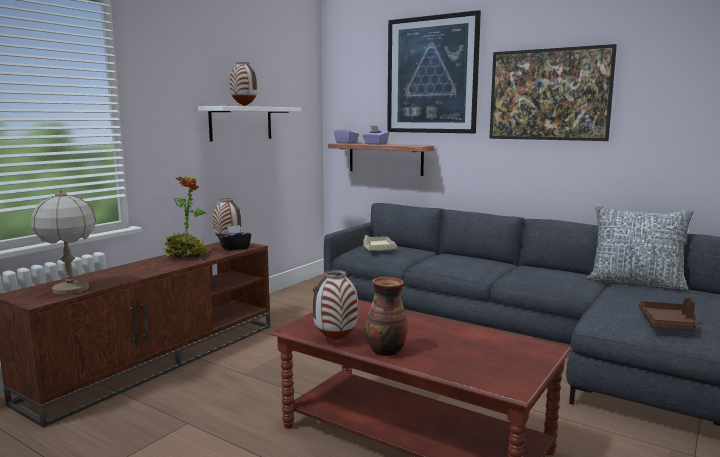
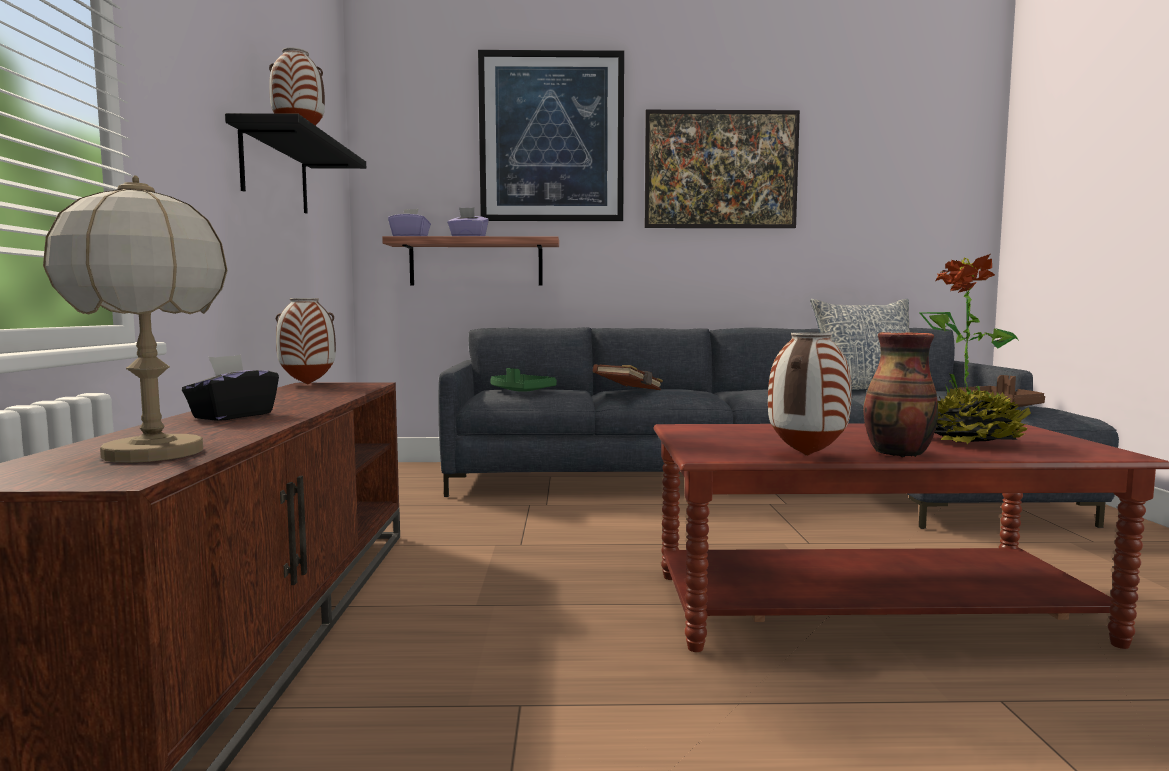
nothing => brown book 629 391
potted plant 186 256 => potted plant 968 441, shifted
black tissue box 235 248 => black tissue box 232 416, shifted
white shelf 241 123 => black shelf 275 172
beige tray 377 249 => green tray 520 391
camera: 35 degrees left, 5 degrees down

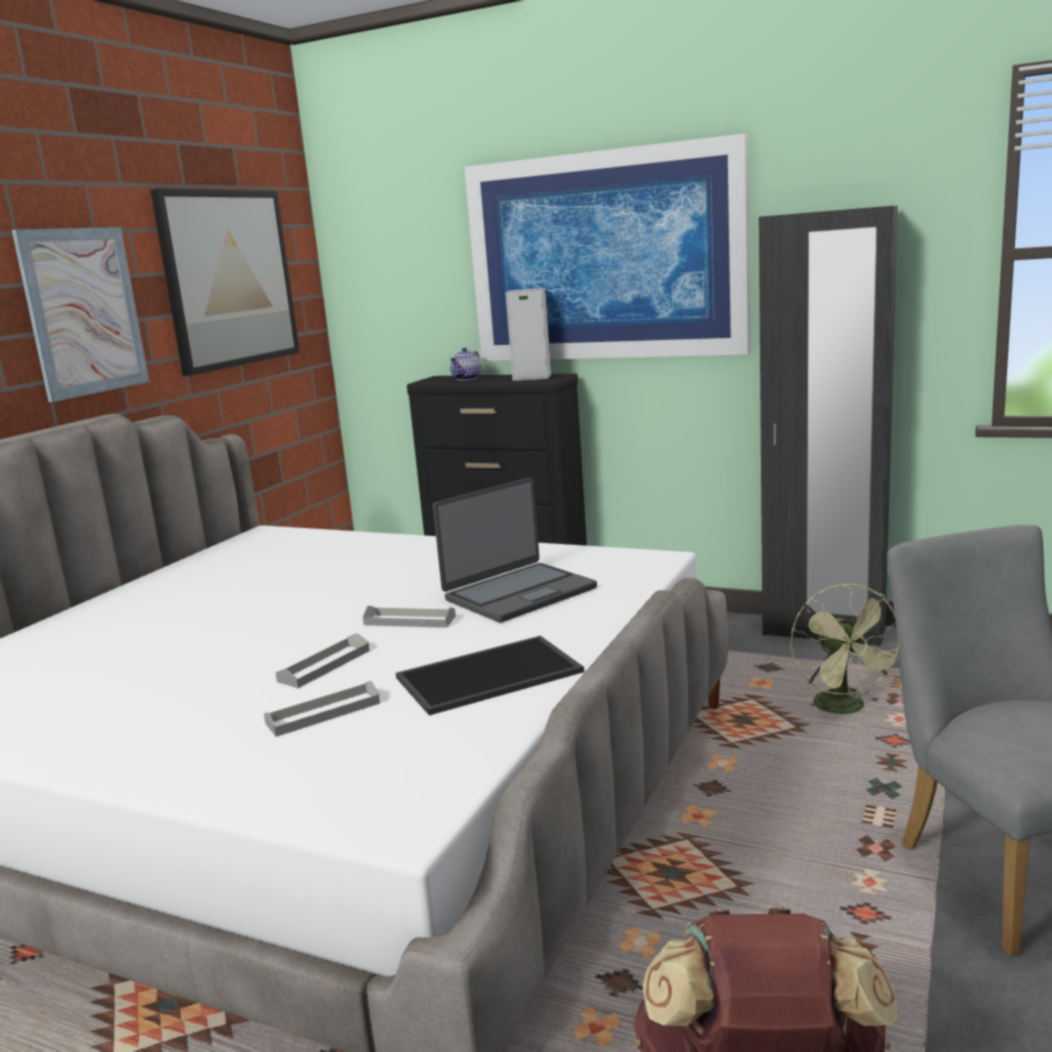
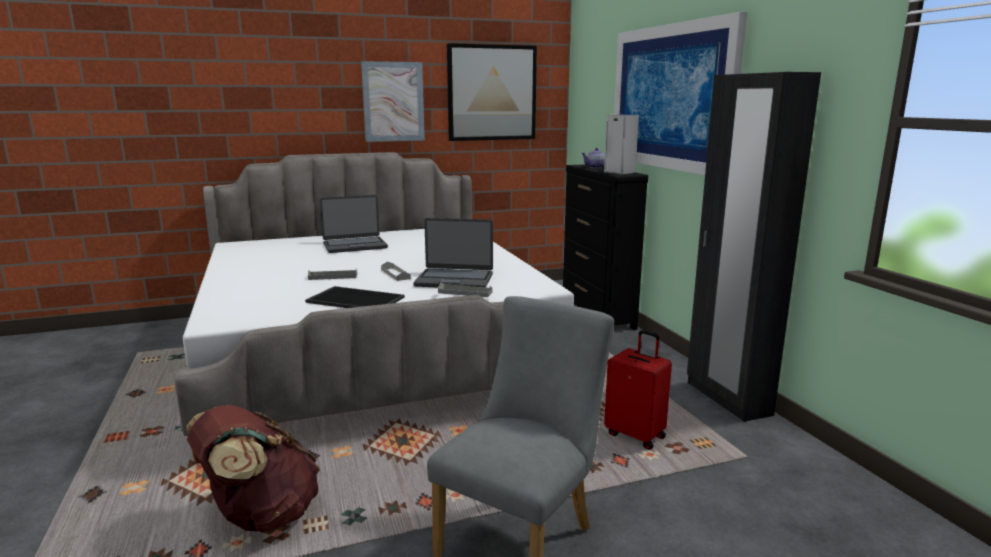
nothing => laptop 355 246
grey tray 323 713 => grey tray 465 292, shifted
green fan 845 709 => red suitcase 636 435
camera: 45 degrees right, 0 degrees up

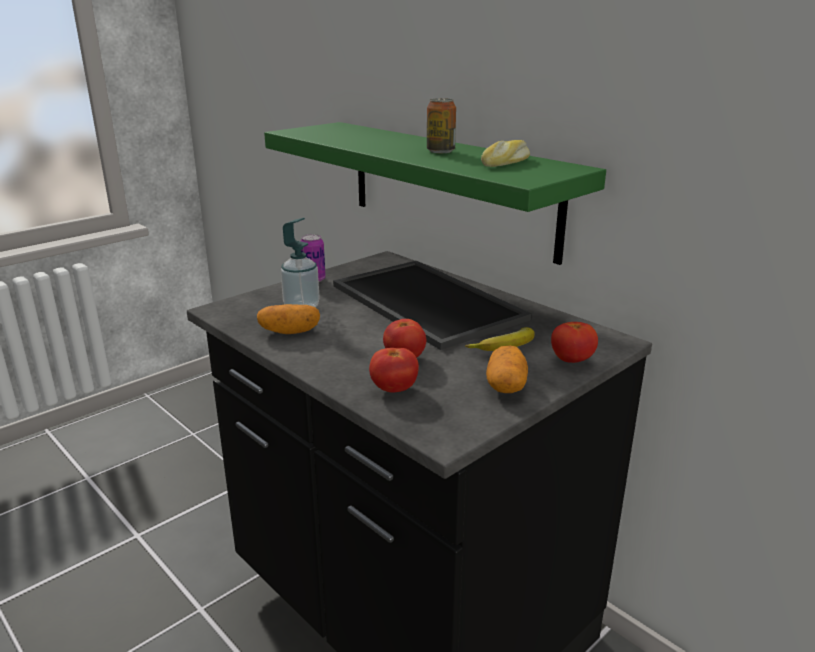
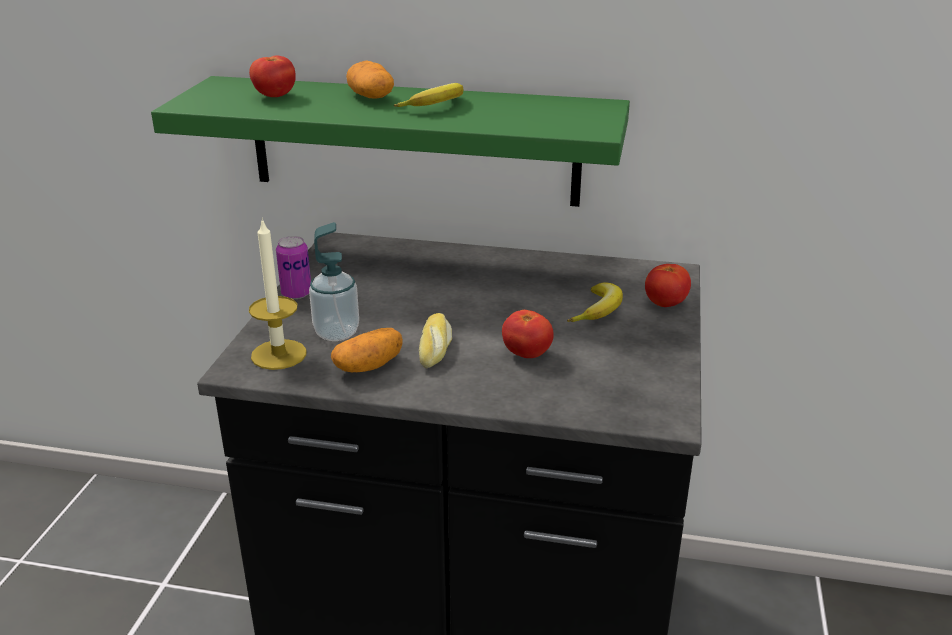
tray 430 302 => nothing
nothing => candle 279 354
tomato 394 389 => tomato 274 96, shifted
bread 507 162 => bread 436 348, shifted
potato 506 385 => potato 370 97, shifted
can 440 151 => banana 436 105
camera: 35 degrees left, 5 degrees up

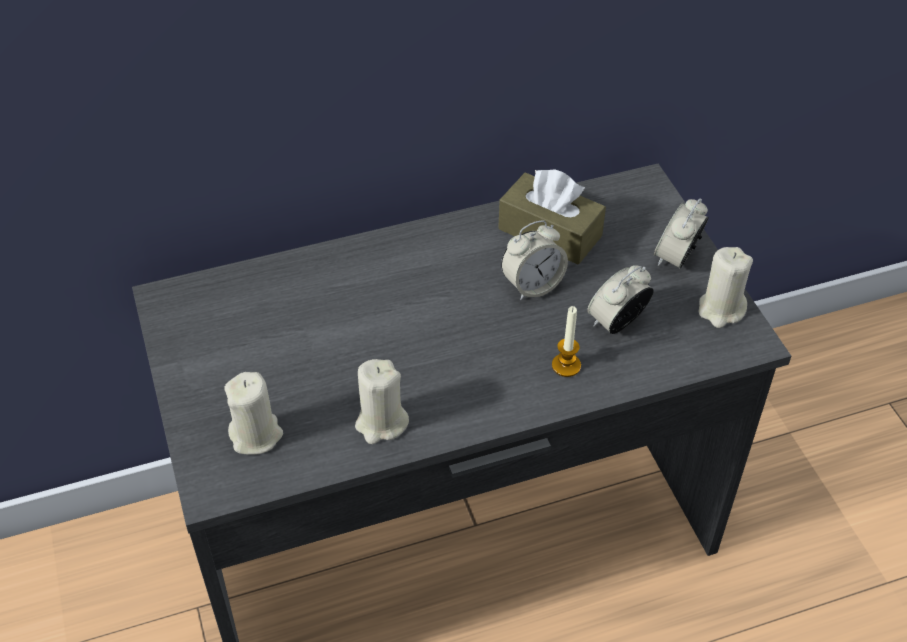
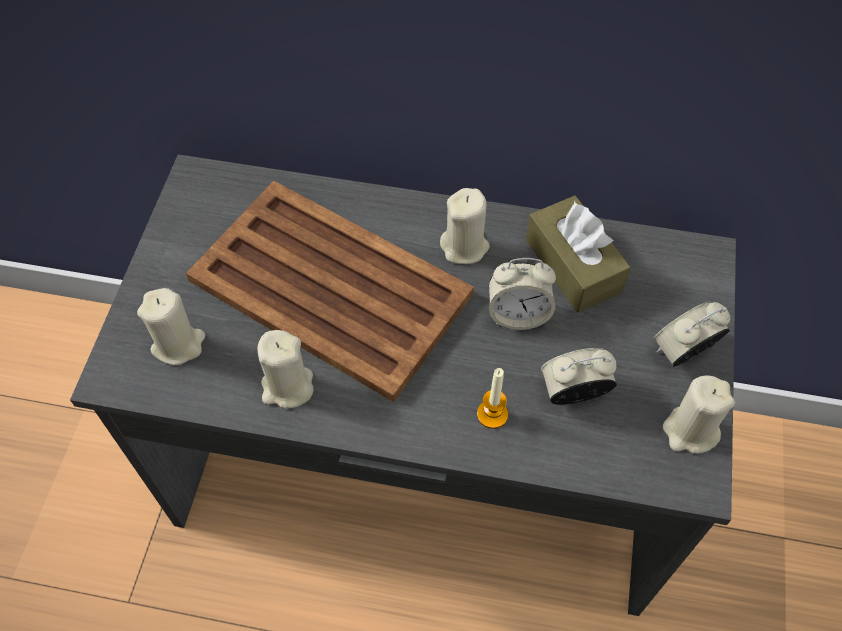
nothing => brown tray 328 286
nothing => beige candle 464 246
camera: 30 degrees right, 10 degrees up

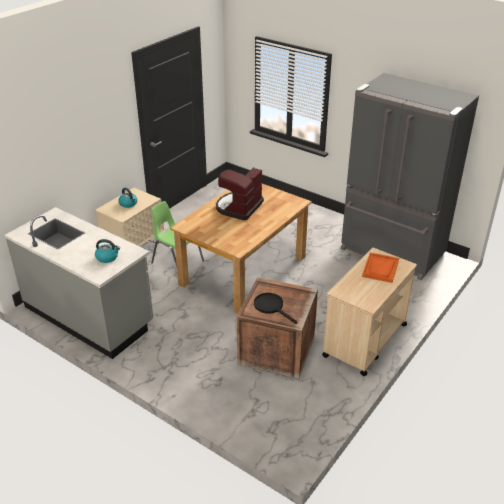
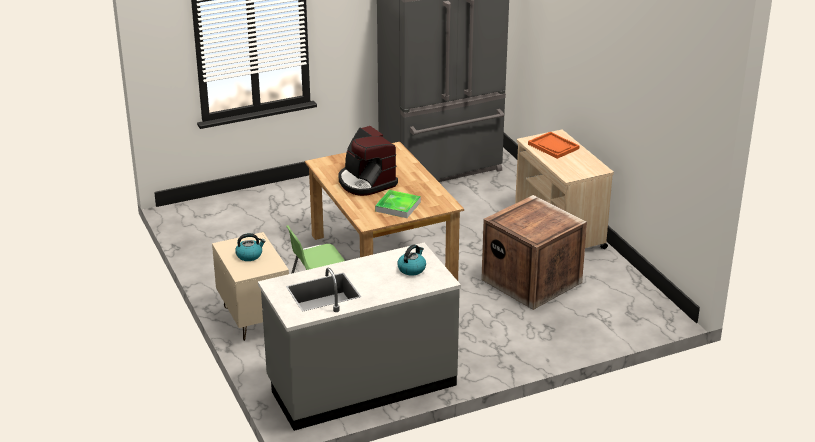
black frying pan 271 307 => nothing
nothing => tray 398 206
camera: 60 degrees left, 5 degrees down

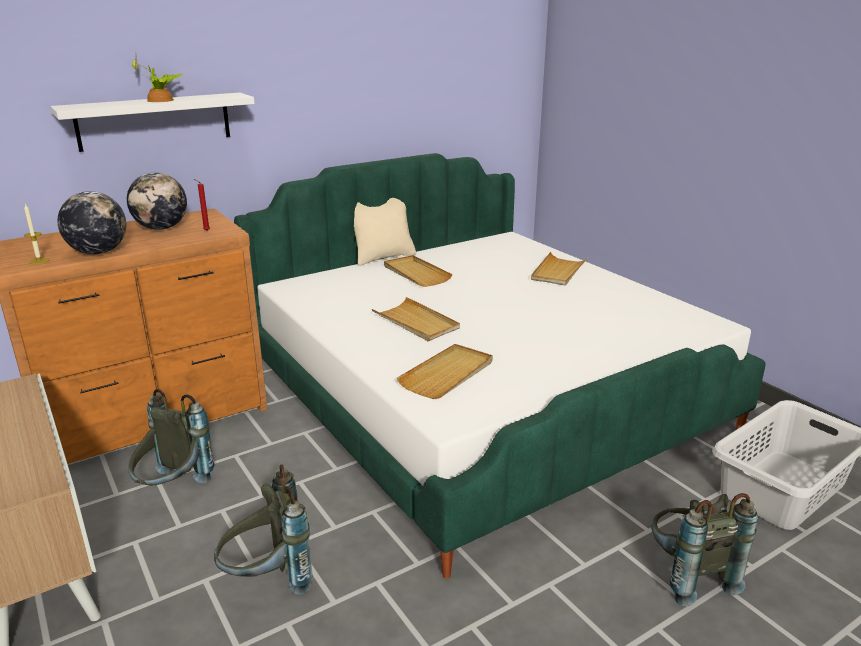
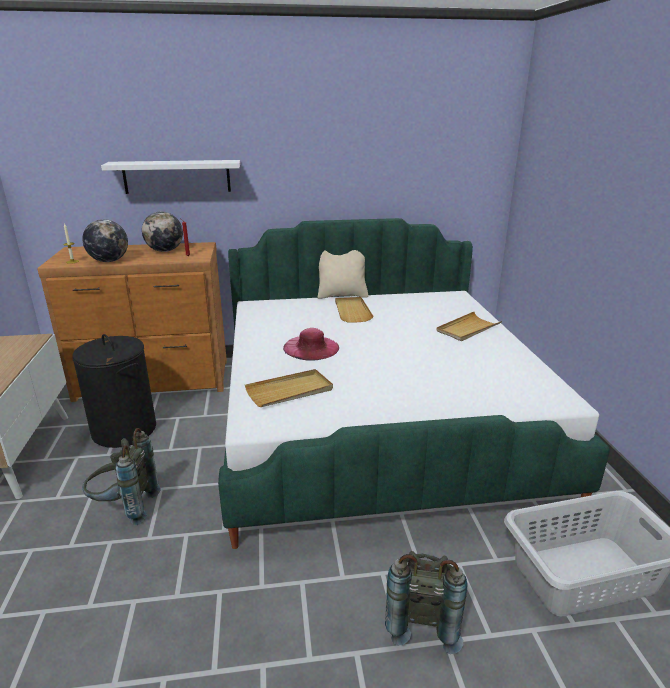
potted plant 161 100 => nothing
grey backpack 173 489 => black laundry basket 125 430
beige tray 416 322 => pink hat 311 347
camera: 25 degrees right, 0 degrees up

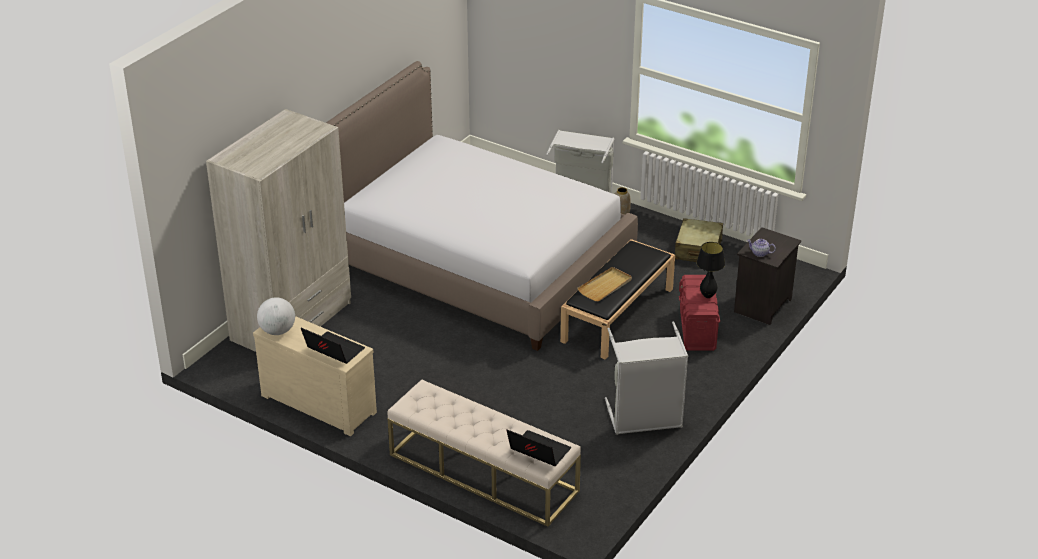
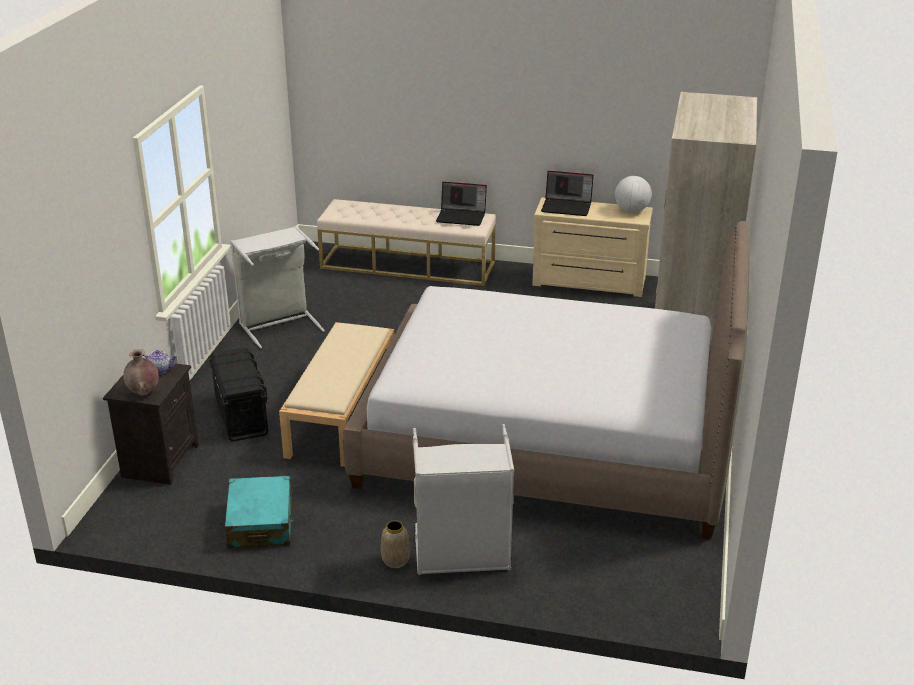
beige tray 605 286 => nothing
black table lamp 708 296 => nothing
nothing => brown vase 144 393
laptop 537 452 => laptop 462 216, shifted
black bench 617 314 => beige bench 343 413
beige suitcase 698 250 => turquoise suitcase 260 523
red storage box 697 330 => black storage box 241 415
camera: 160 degrees right, 5 degrees down

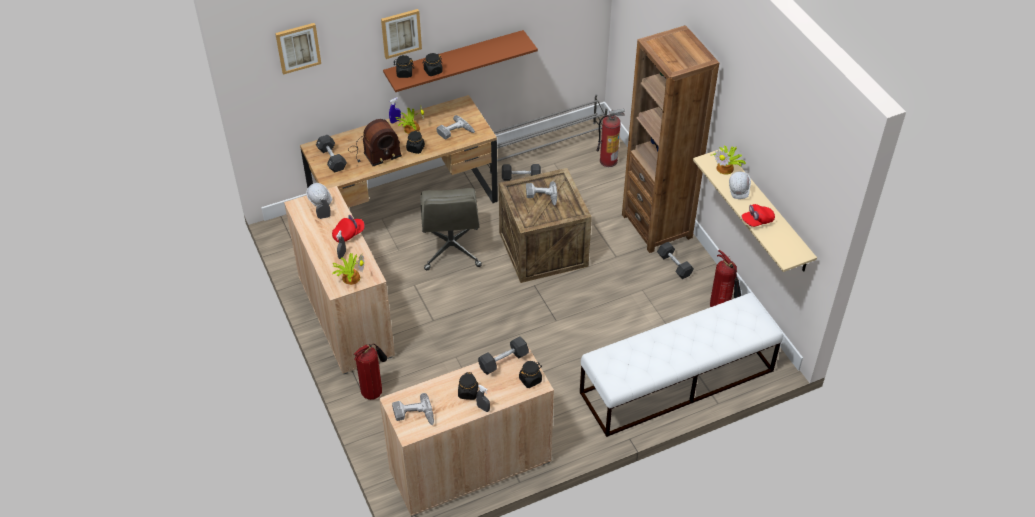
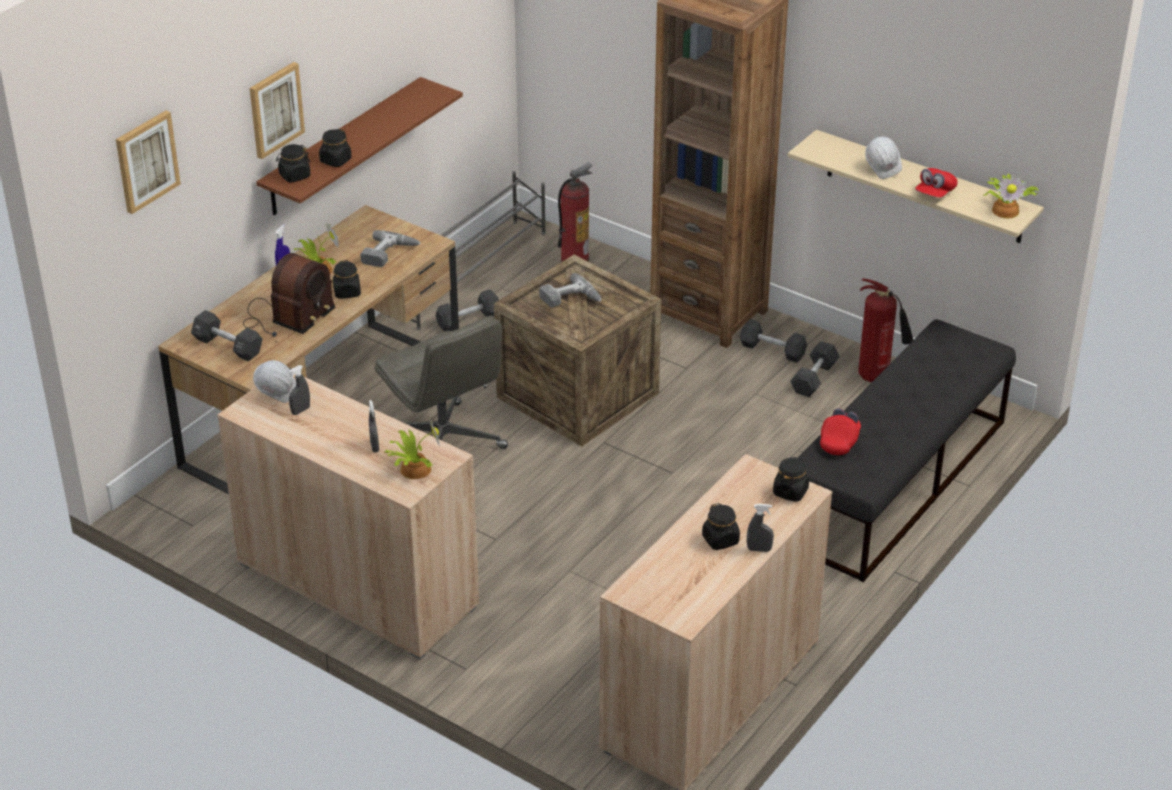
fire extinguisher 373 391 => nothing
power drill 414 415 => nothing
red cap 349 234 => red cap 839 441, shifted
black dumbbell 503 361 => black dumbbell 814 378, shifted
potted plant 726 168 => potted plant 1006 210, shifted
white bench 676 382 => black bench 895 482
camera: 30 degrees left, 10 degrees down

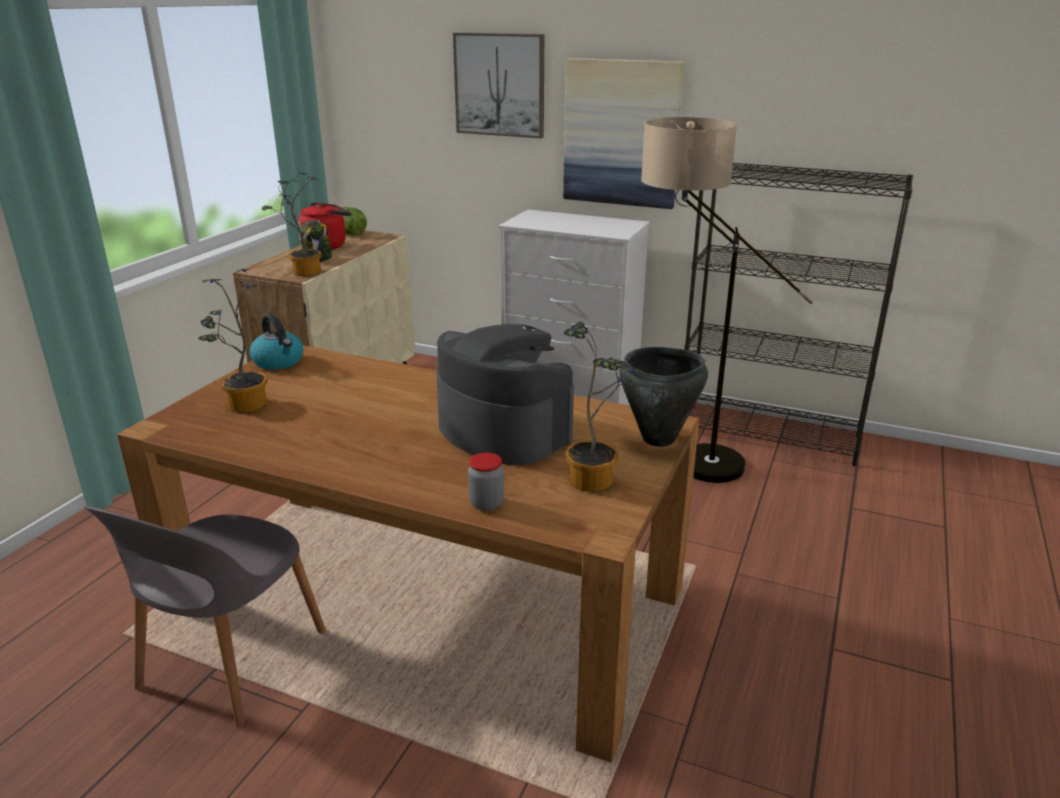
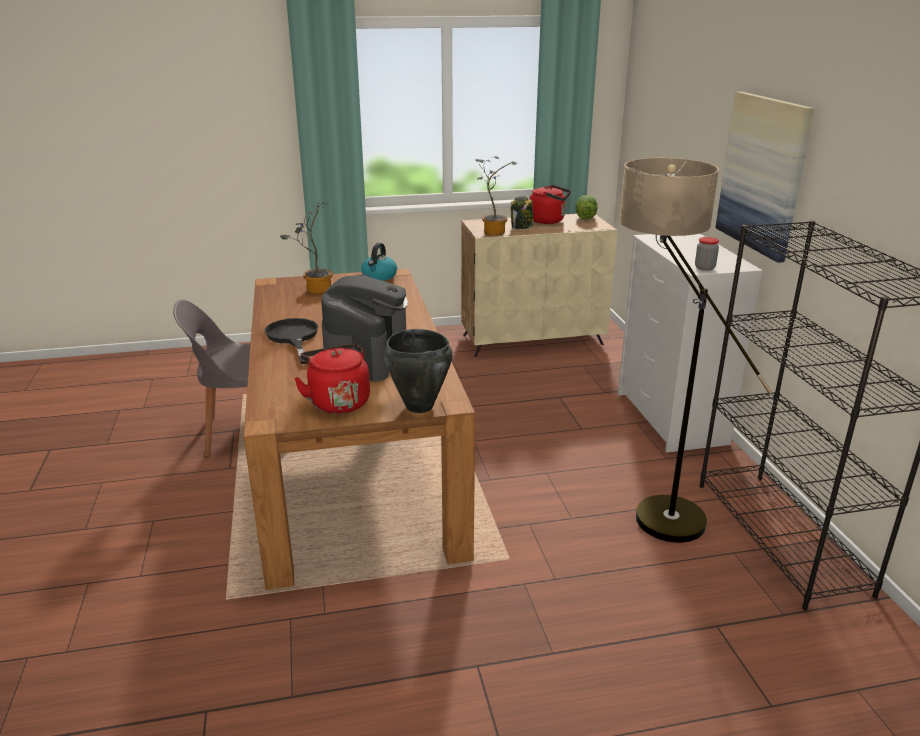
picture 500 85 => nothing
nothing => black frying pan 293 338
jar 486 503 => jar 704 268, shifted
potted plant 596 478 => red kettle 338 401
camera: 55 degrees right, 0 degrees up

